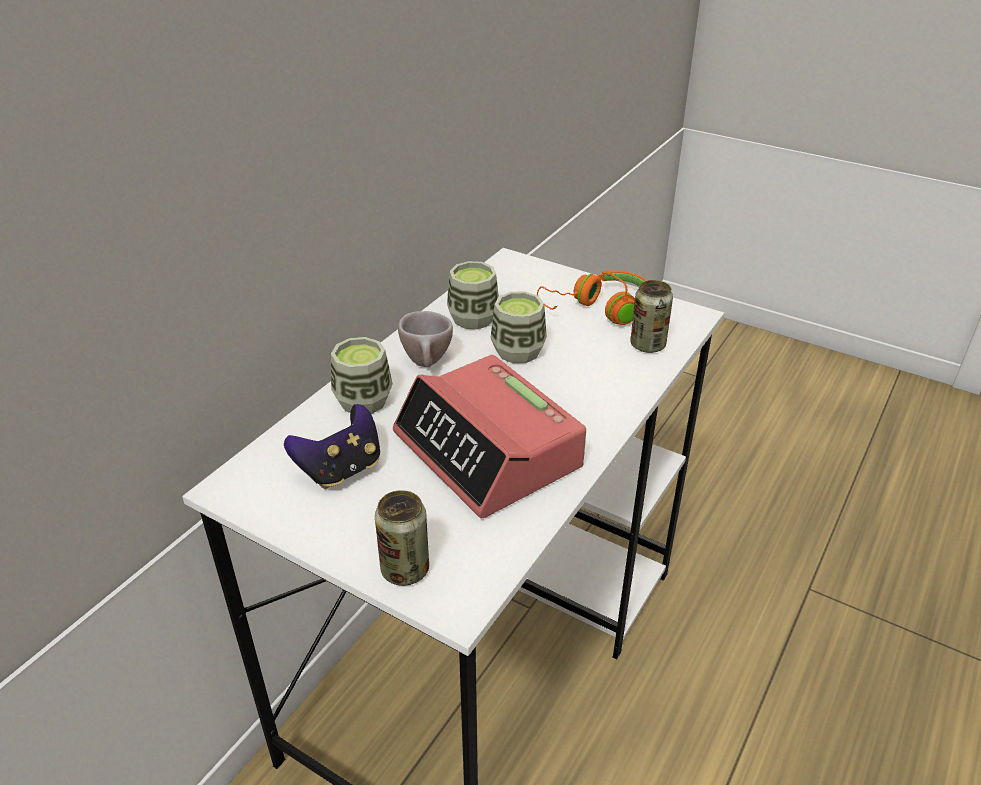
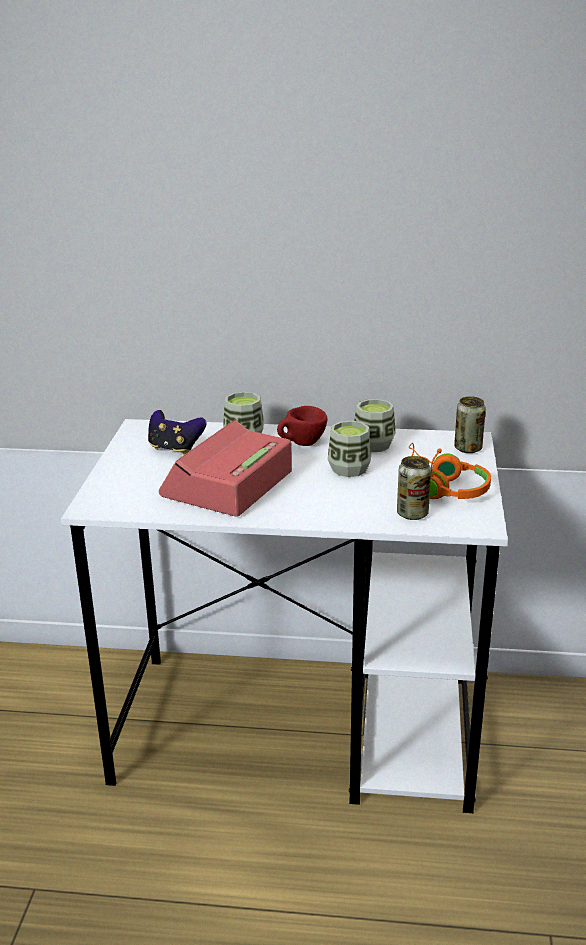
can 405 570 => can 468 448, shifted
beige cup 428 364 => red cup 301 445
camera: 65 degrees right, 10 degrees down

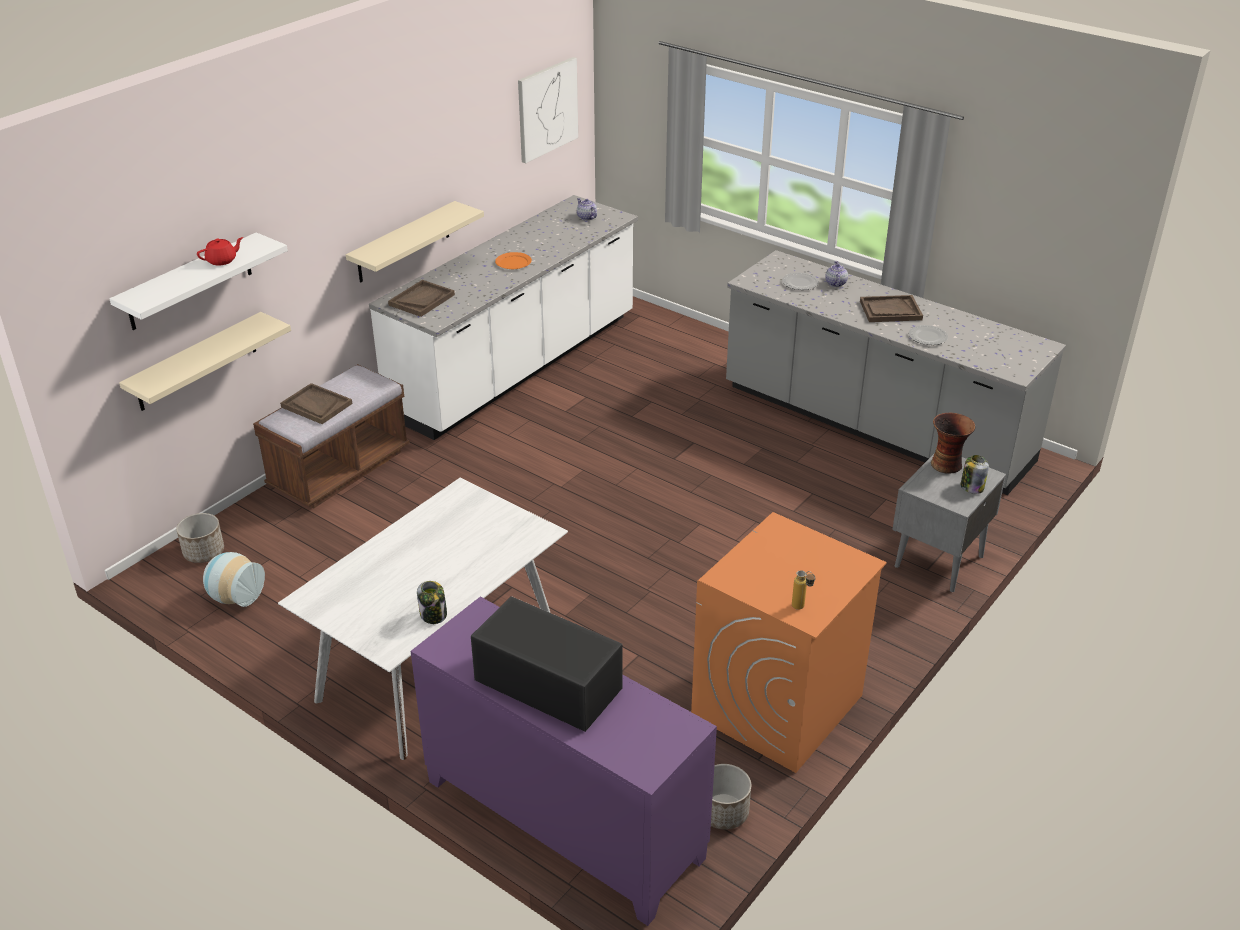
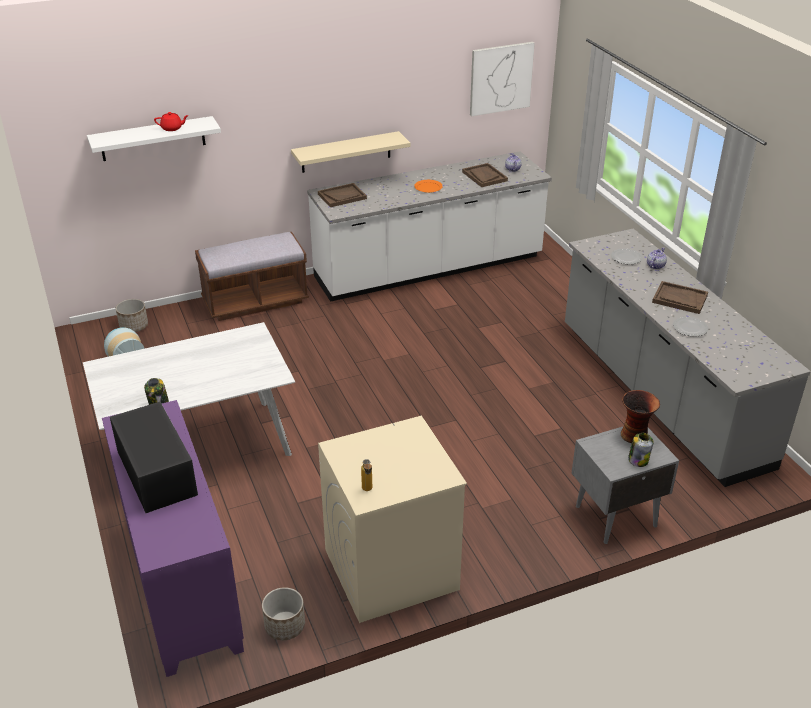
beige shelf 196 362 => nothing
brown tray 316 405 => brown tray 484 176, shifted
orange washing machine 777 706 => beige washing machine 390 570
camera: 30 degrees right, 0 degrees up

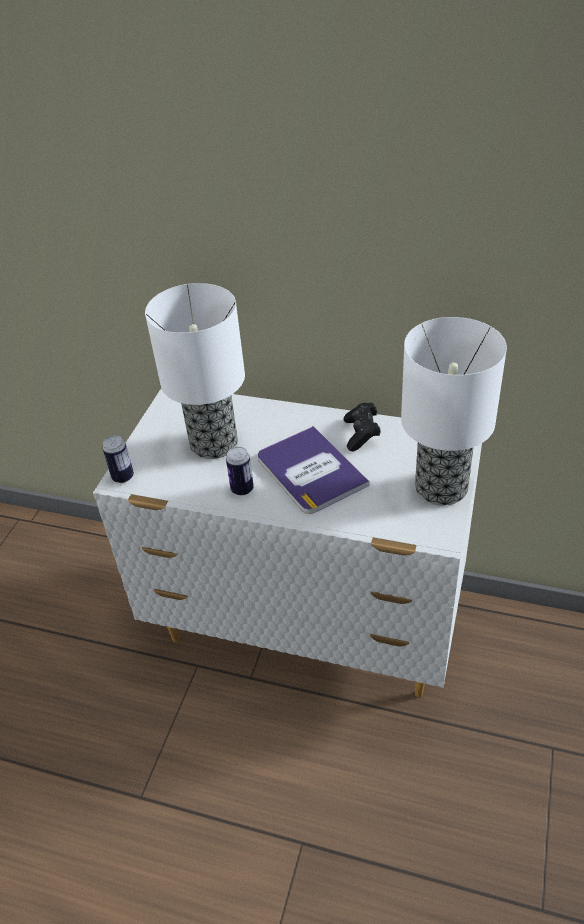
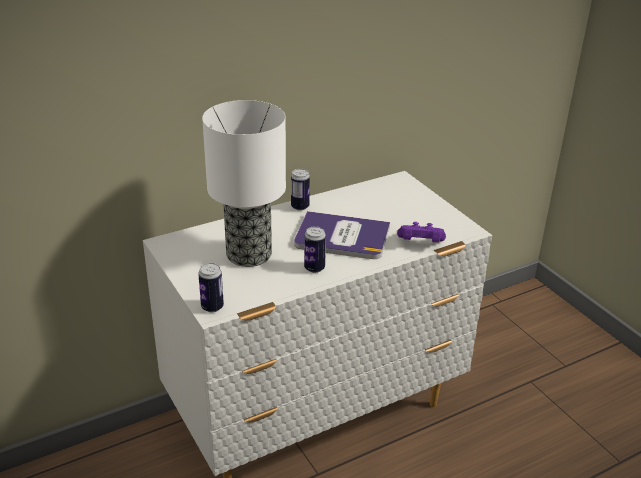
black game controller 361 434 => nothing
table lamp 441 486 => nothing
nothing => can 300 207
nothing => purple game controller 420 243
camera: 50 degrees left, 10 degrees down

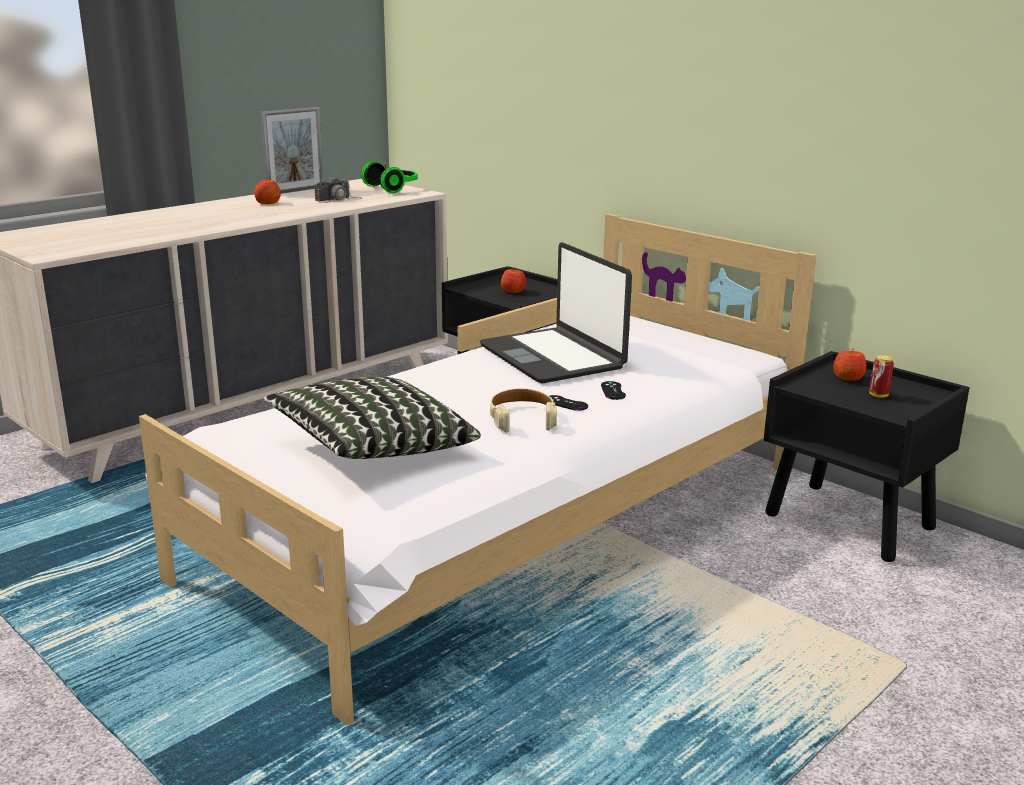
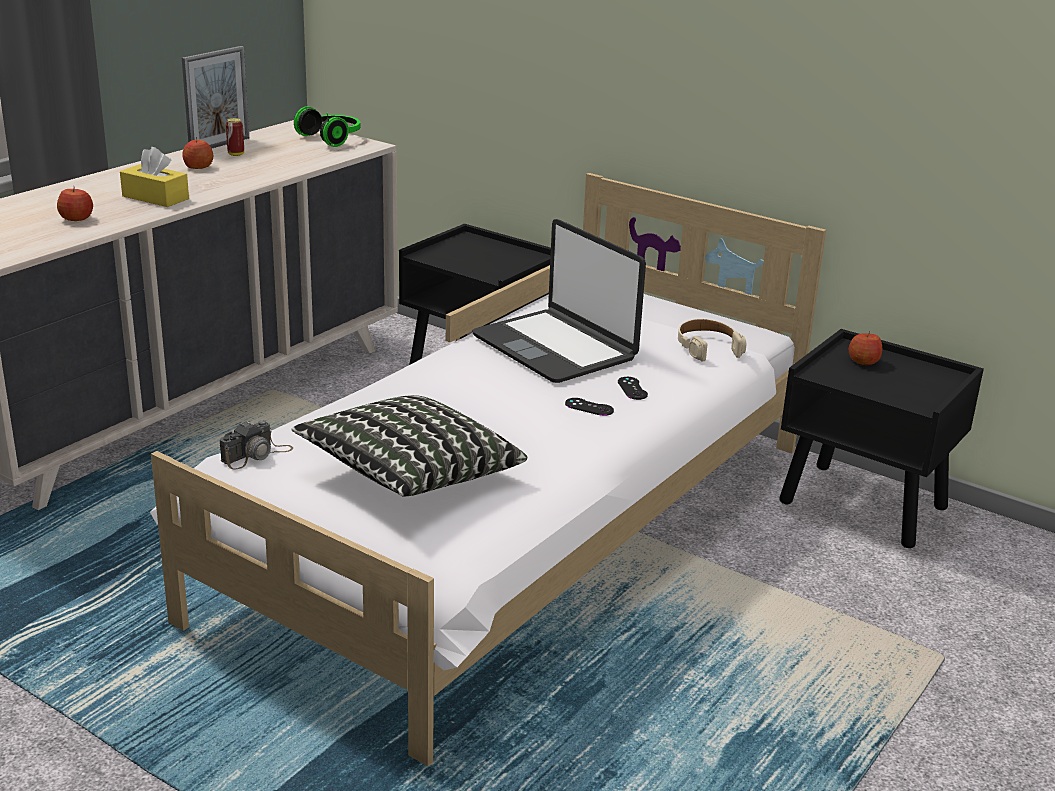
nothing => yellow tissue box 155 197
photo camera 338 199 => photo camera 257 455, shifted
beige headphones 522 418 => beige headphones 707 347, shifted
apple 513 291 => apple 77 218, shifted
can 878 395 => can 236 154, shifted
camera: 10 degrees left, 5 degrees up

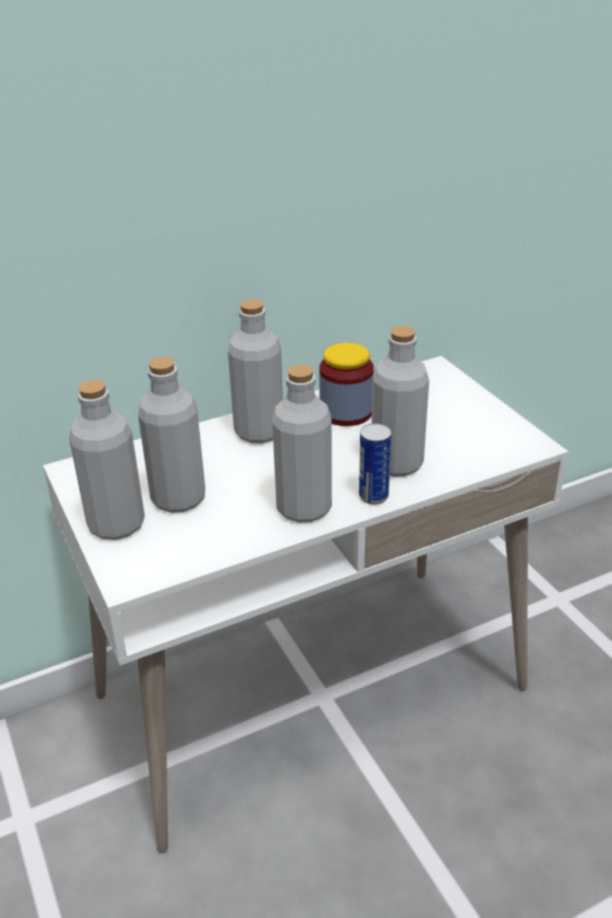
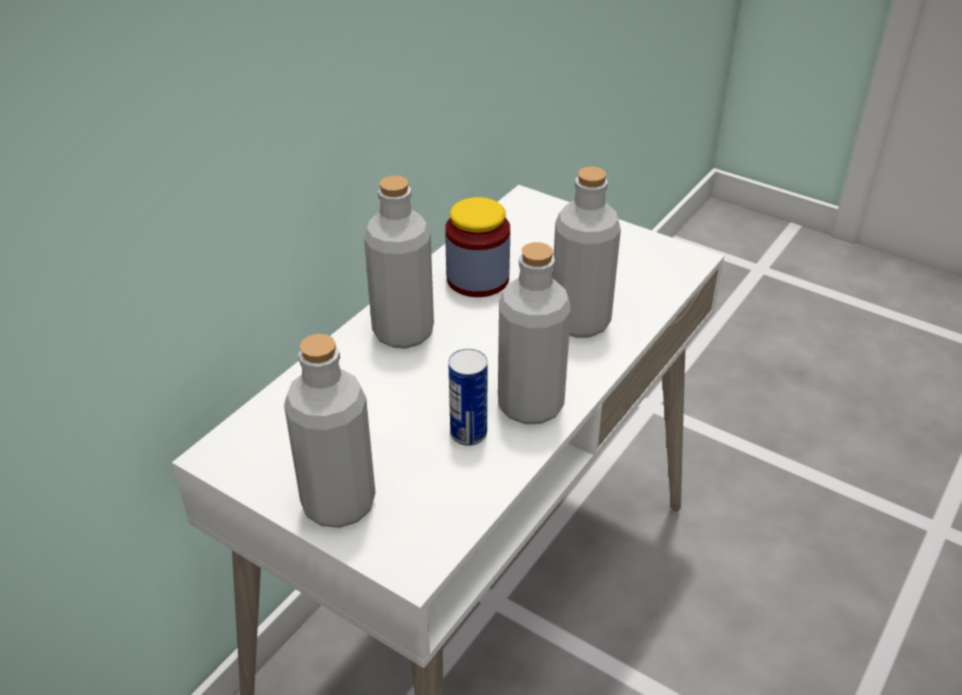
grey bottle 178 498 => nothing
can 373 496 => can 468 434, shifted
camera: 30 degrees left, 5 degrees up

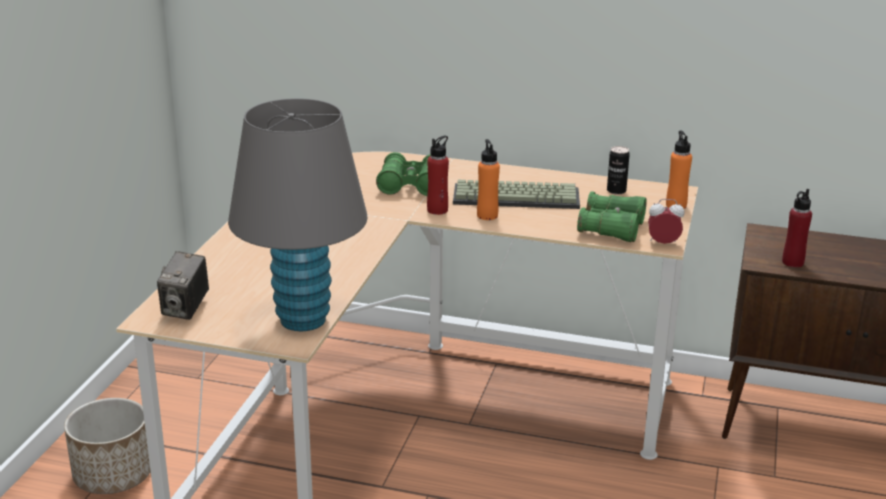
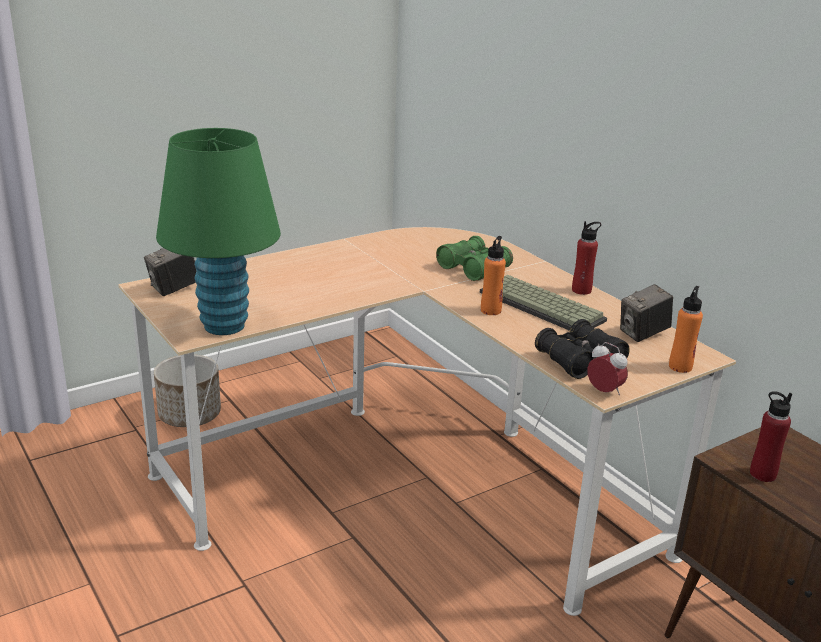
red bottle 437 210 => red bottle 581 290, shifted
can 616 191 => photo camera 643 334
grey table lamp 302 320 => green table lamp 224 326
green binoculars 611 228 => black binoculars 579 361
camera: 40 degrees right, 0 degrees up

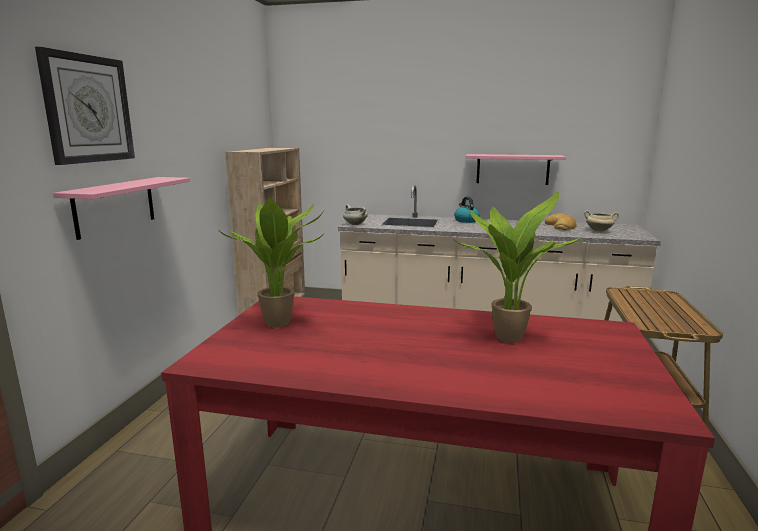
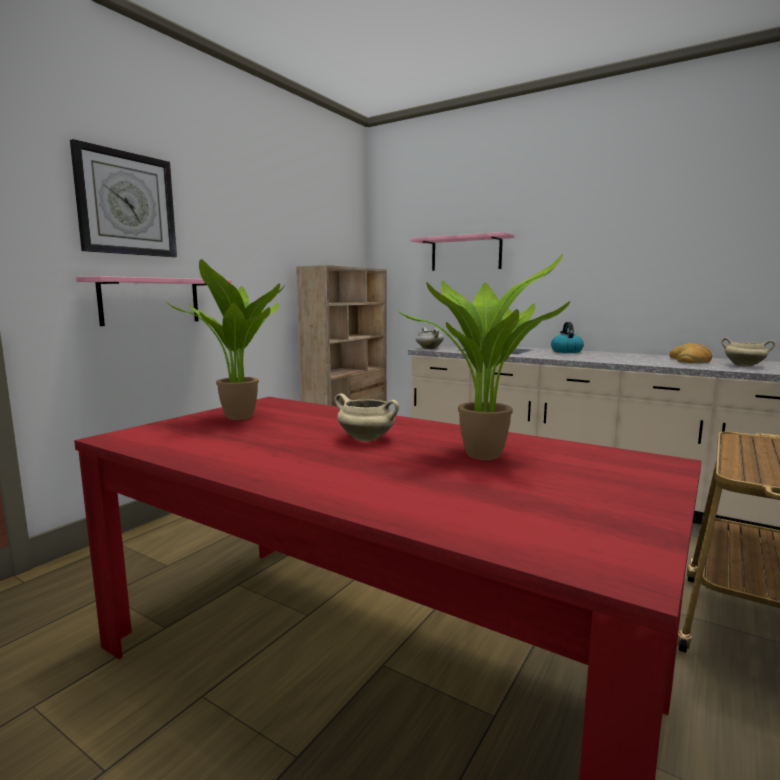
nothing => beige cooking pot 367 439
pink shelf 512 169 => pink shelf 466 254, shifted
camera: 20 degrees right, 5 degrees down

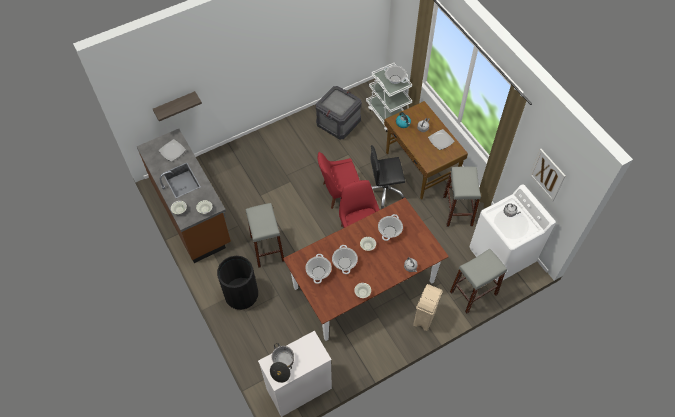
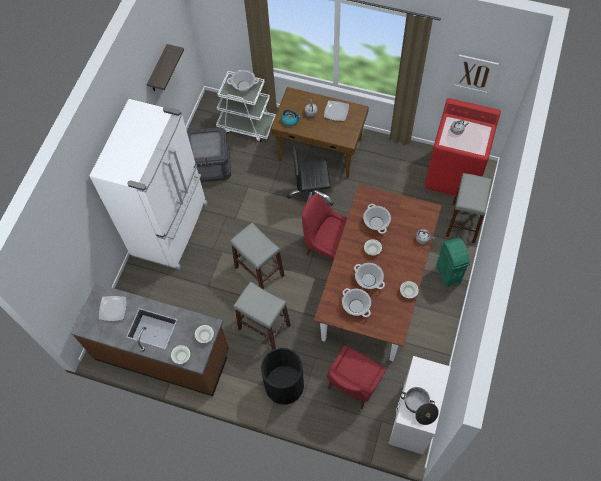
nothing => white fridge 172 229
shelf 175 105 => shelf 158 70, shifted
red chair 339 193 => red chair 352 385, shifted
grey stool 457 211 => grey stool 259 271, shifted
beige trash can 424 318 => green trash can 448 274
white washing machine 502 255 => red washing machine 454 174
black office chair 384 191 => black office chair 311 194, 45 degrees clockwise
camera: 40 degrees left, 5 degrees up

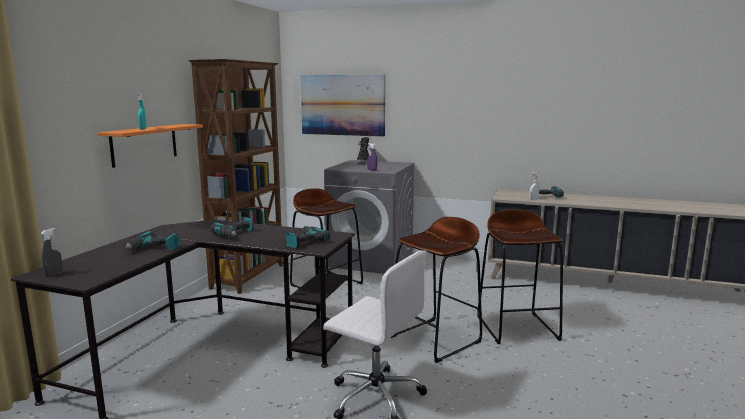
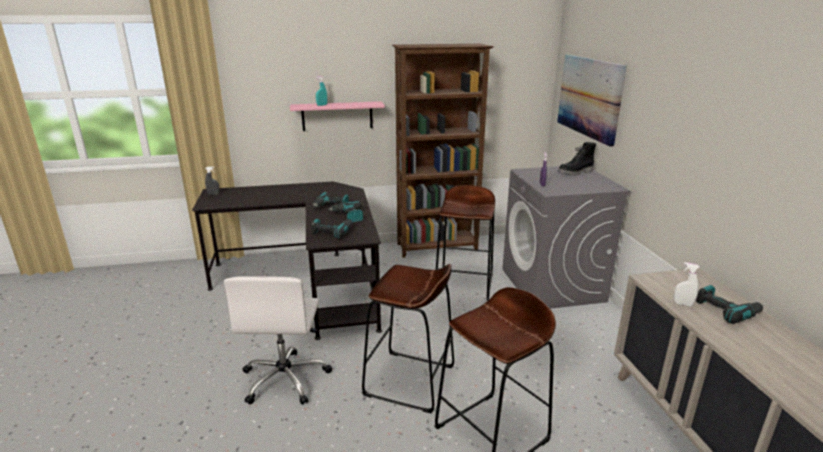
power drill 153 249 => power drill 348 216, shifted
orange shelf 144 144 => pink shelf 337 116
camera: 60 degrees right, 10 degrees up

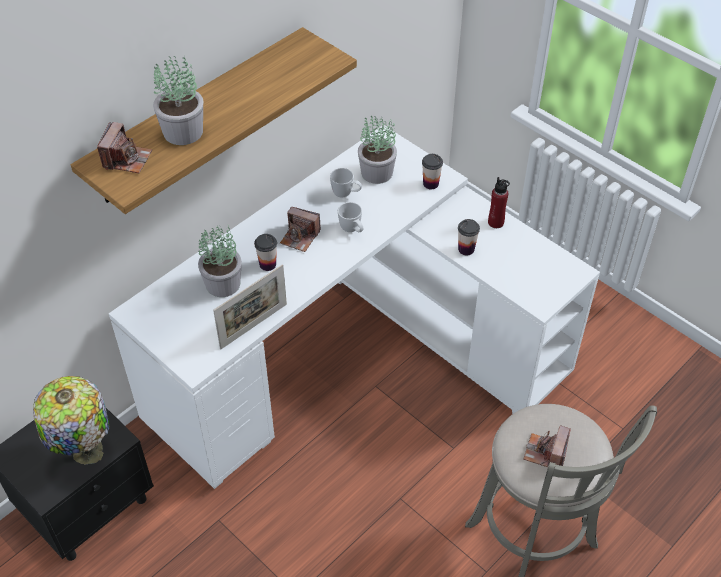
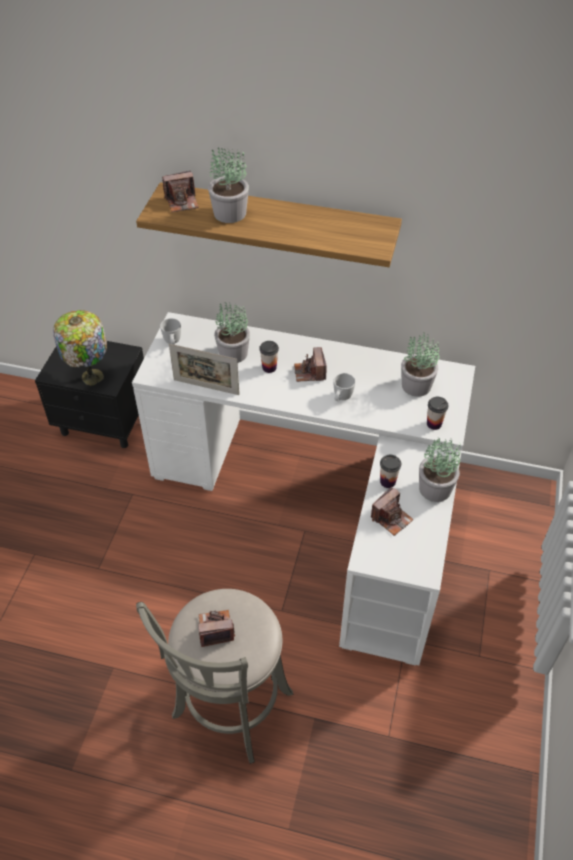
nothing => photo camera 391 518
white mug 346 194 => white mug 173 343, shifted
red bottle 496 222 => potted plant 435 489
camera: 60 degrees right, 0 degrees up

